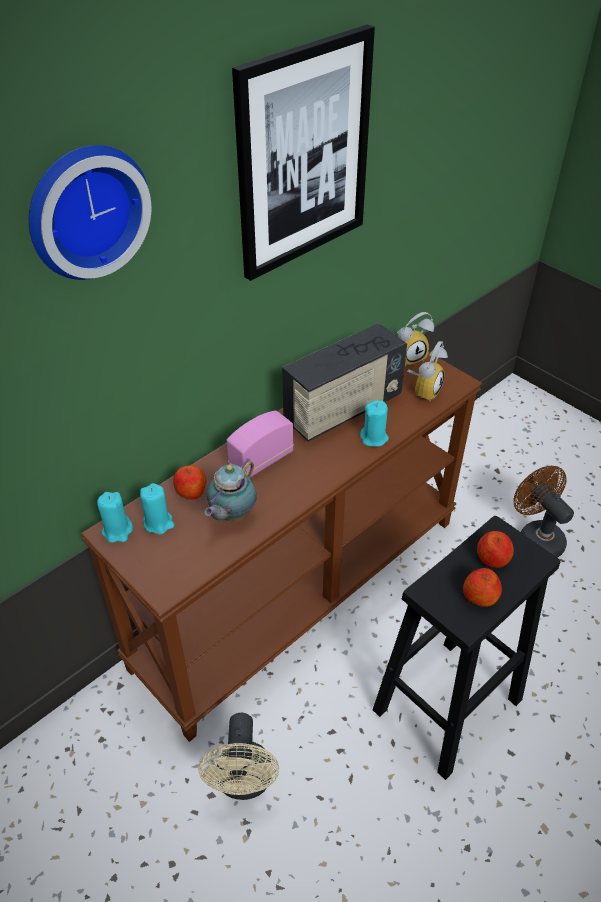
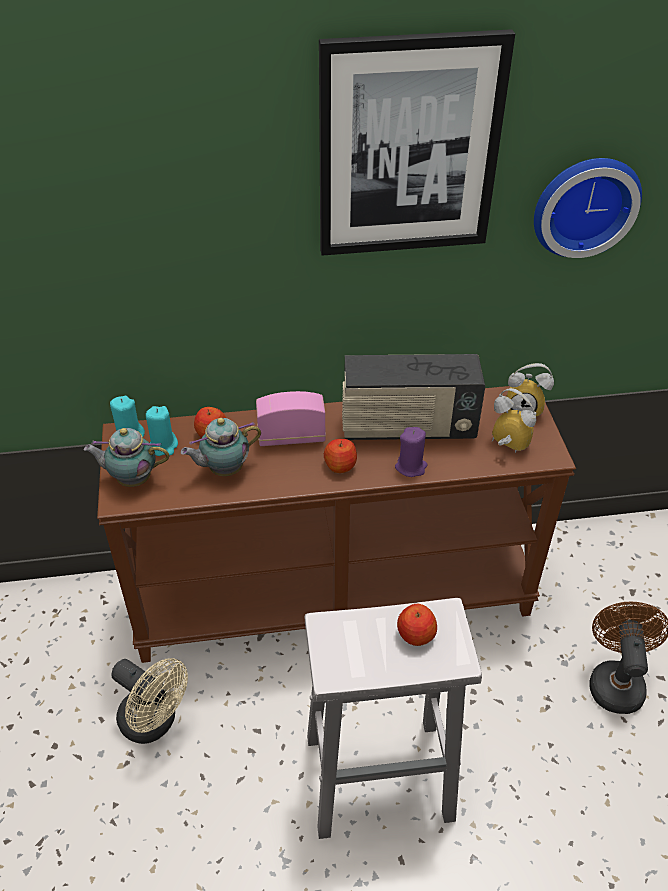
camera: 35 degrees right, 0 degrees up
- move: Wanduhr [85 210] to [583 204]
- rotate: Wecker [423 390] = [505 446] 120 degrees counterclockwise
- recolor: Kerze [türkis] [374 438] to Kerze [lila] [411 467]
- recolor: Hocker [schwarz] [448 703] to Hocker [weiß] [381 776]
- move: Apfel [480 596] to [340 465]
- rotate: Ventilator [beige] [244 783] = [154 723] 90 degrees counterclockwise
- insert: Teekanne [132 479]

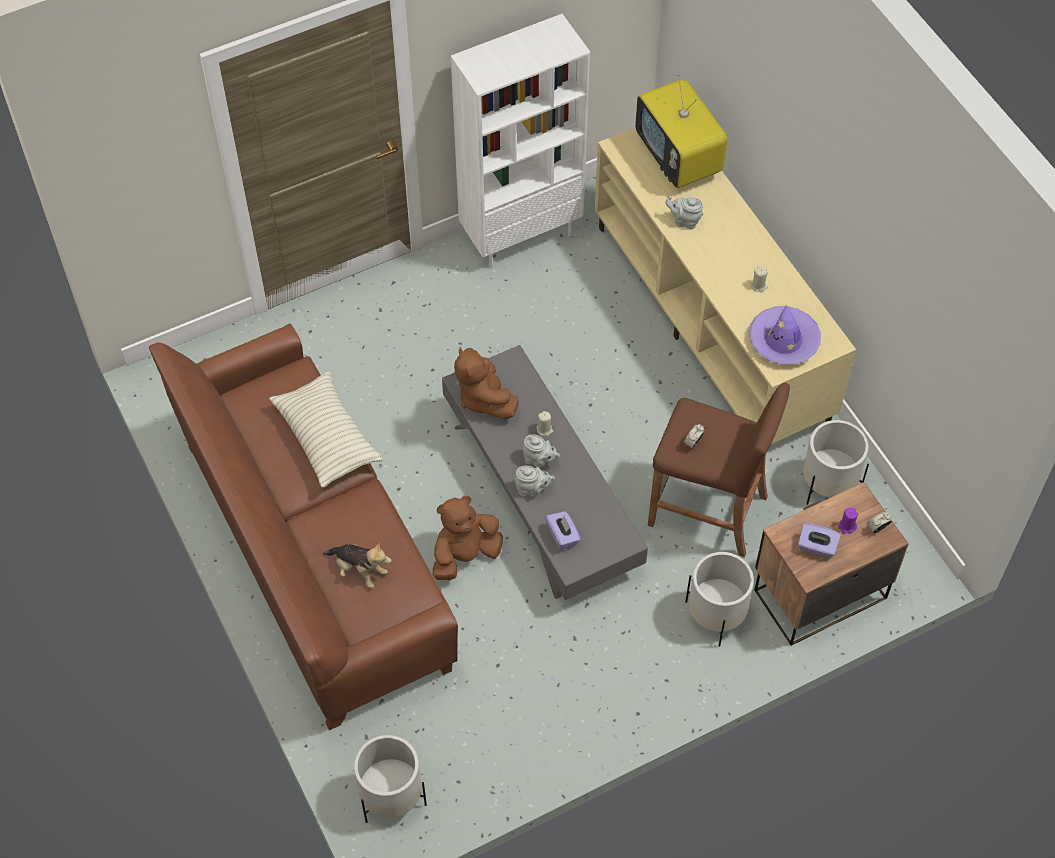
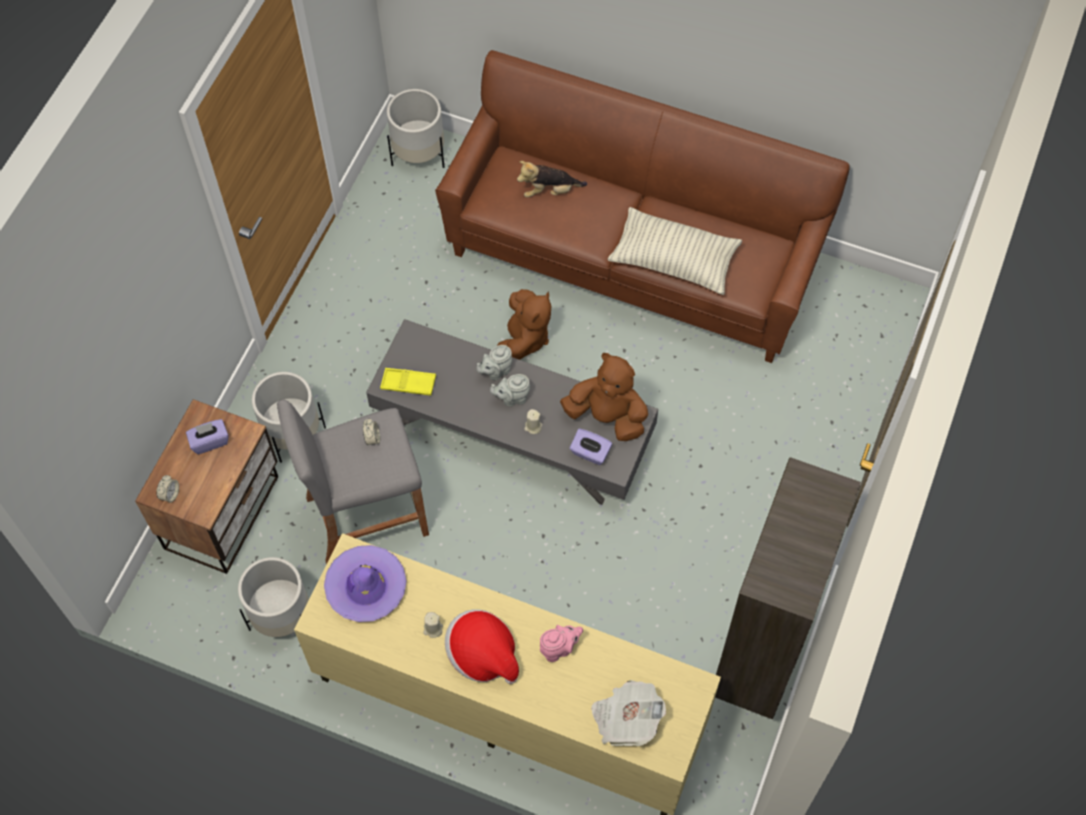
camera: 140 degrees right, 5 degrees up
- recolor: Bücherregal [weiß] [521 235] to Bücherregal [braun] [760 659]
- replace: Fernseher [679 159] to Zeitung [626 719]
- recolor: Teekanne [grau] [684 221] to Teekanne [rosa] [559 648]
- recolor: Hocker [braun] [707 510] to Hocker [grau] [367 515]
- delete: Kerze [lila] [847 526]
- move: Taschentuchbox [lila] [562 536] to [590 453]
- insert: Tablett [gelb] [408 384]
- insert: Hut [483 654]

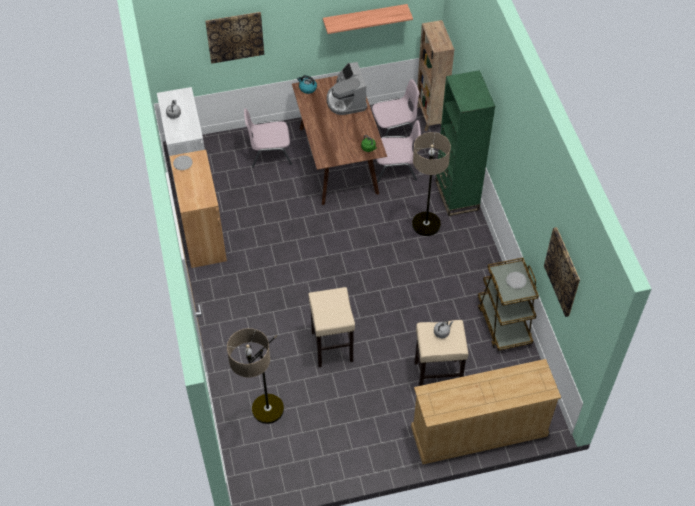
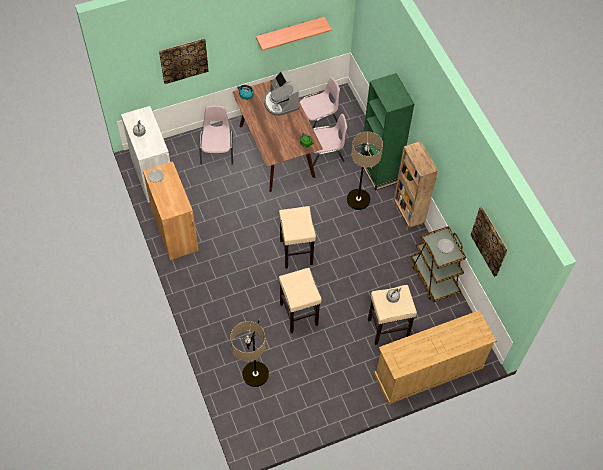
camera: 10 degrees left, 5 degrees up
- move: Bücherregal [braun] [430 117] to [408 216]
- rotate: Stuhl [rosa] [269 152] = [217 150] 105 degrees clockwise
- insert: Hocker [beige] [296 252]

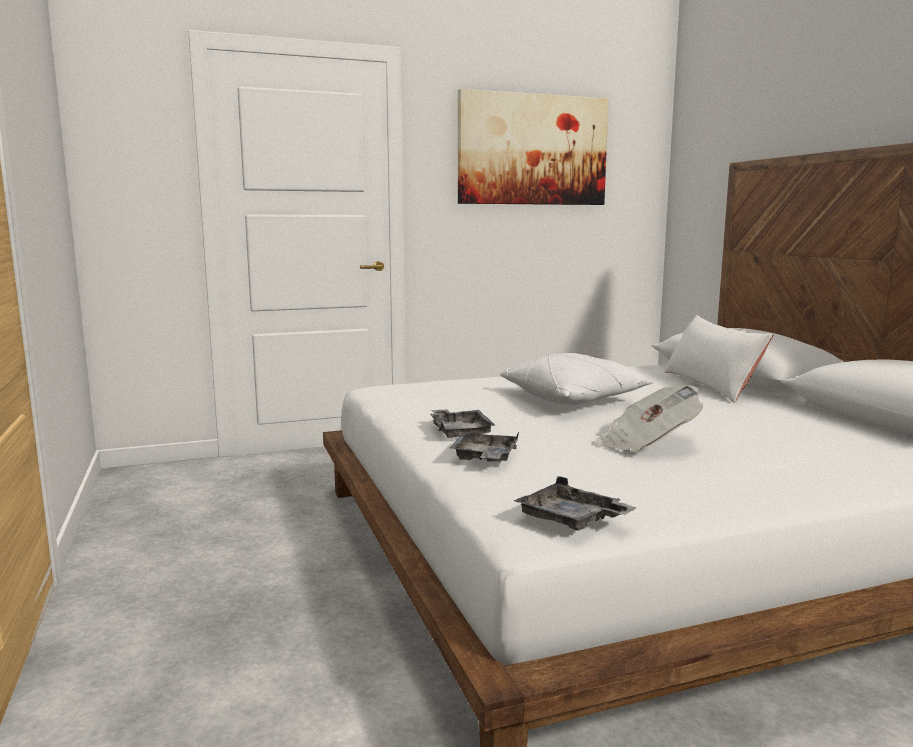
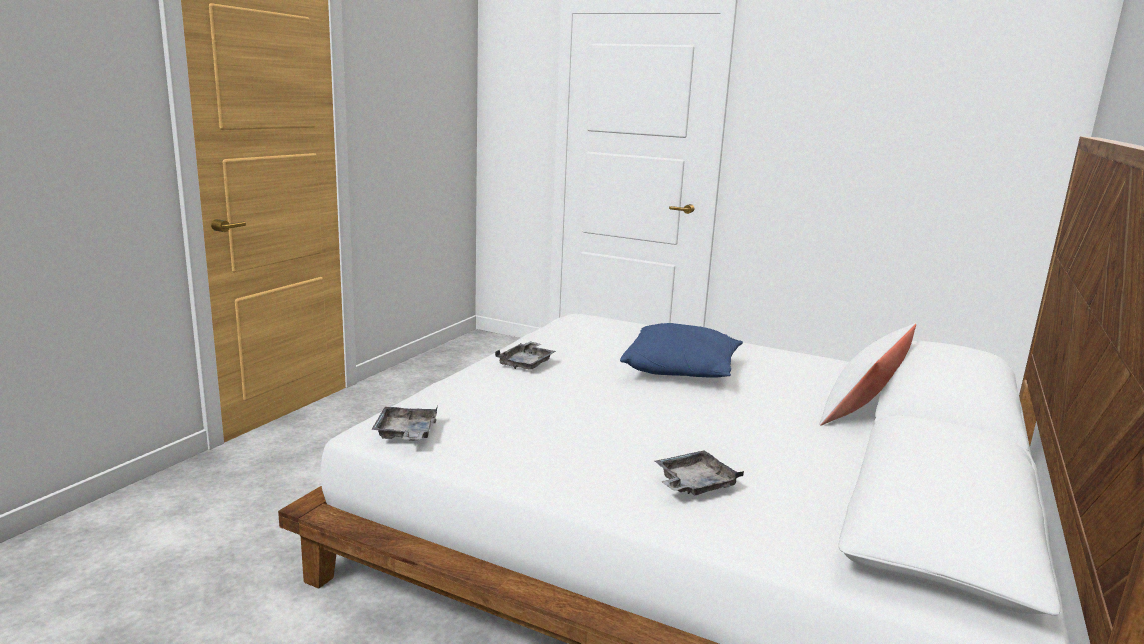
camera: 45 degrees right, 5 degrees up
- delete: Bild [533 150]
- recolor: Kissen [weiß] [574 398] to Kissen [blau] [681 370]
- delete: Zeitung [646 444]
- move: Tablett [grau] [484 458] to [694 484]

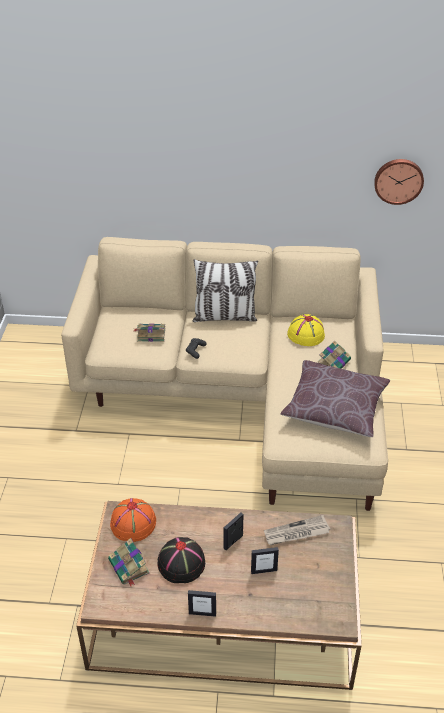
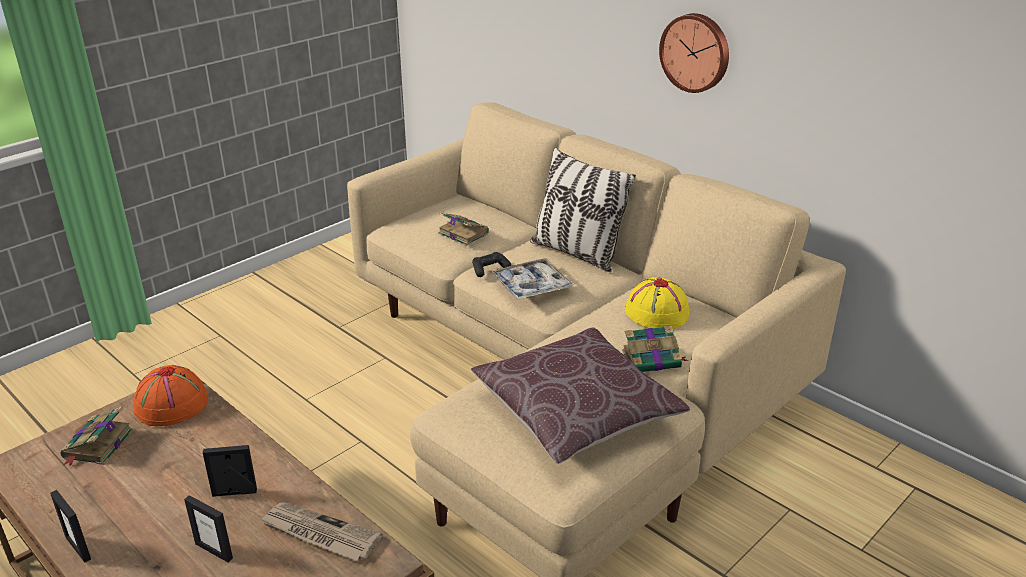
camera: 40 degrees right, 10 degrees down
- move: Wanduhr [398 180] to [696 52]
- delete: Hut [schwarz] [181 563]
- insert: Tablett [531 286]

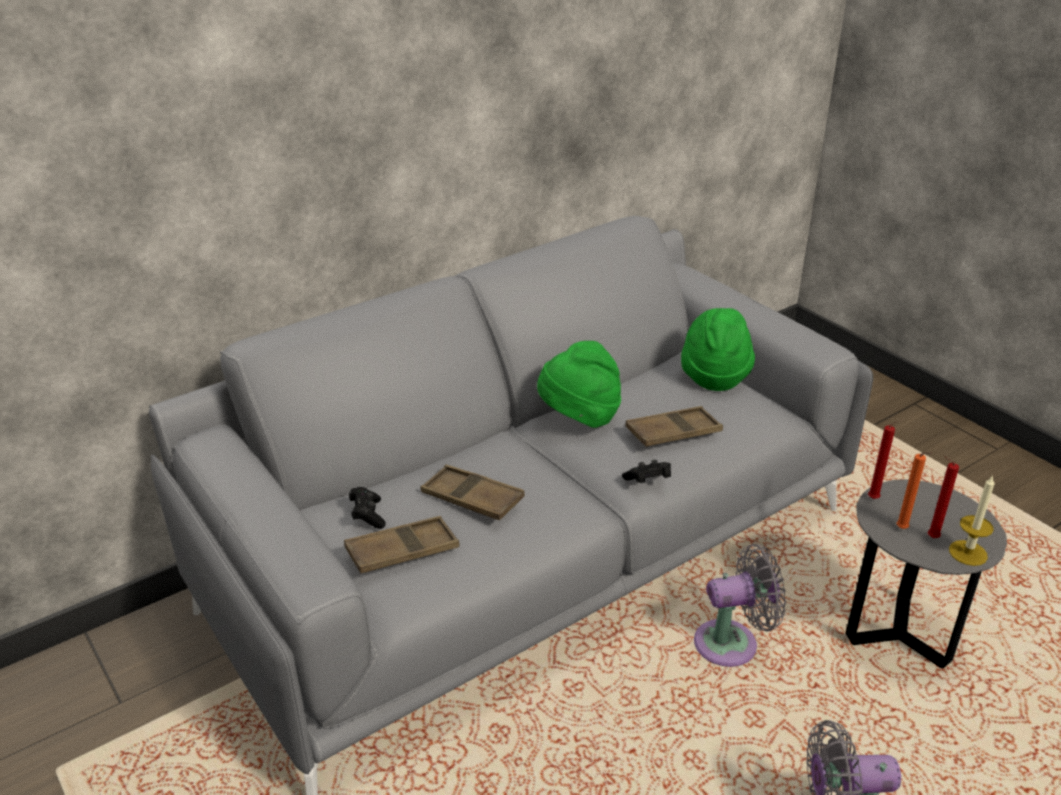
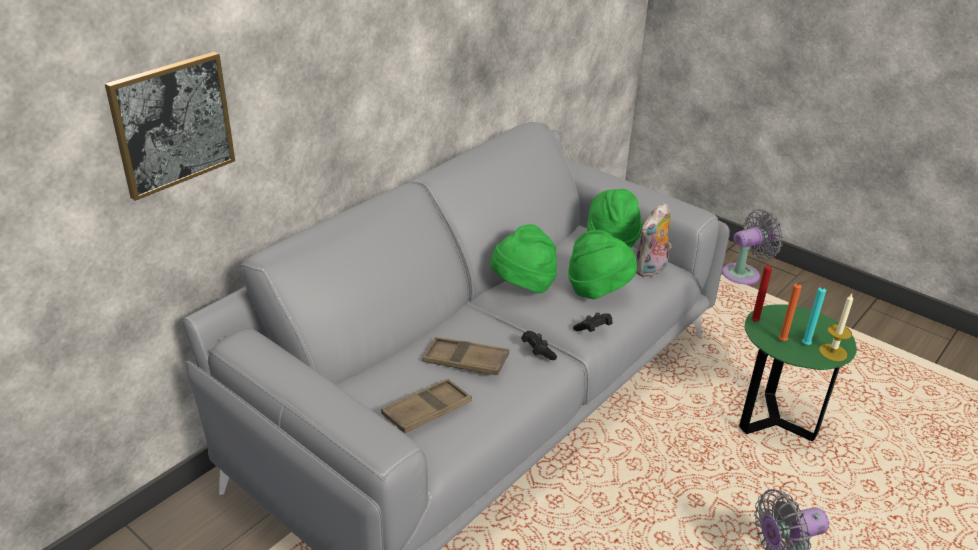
camera: 15 degrees left, 0 degrees up
- replace: Tablett [braun] [673 432] to Hut [grün] [598 290]
- recolor: Kerze [rot] [930 537] to Kerze [türkis] [804 345]
- recolor: Beistelltisch [grau] [899 636] to Beistelltisch [grün] [775 422]
- move: Gamepad [schwarz] [367 515] to [537 352]
- move: Ventilator [grau] [732 643] to [744 274]
- insert: Bild [172 124]
- insert: Plüschtier [651 270]

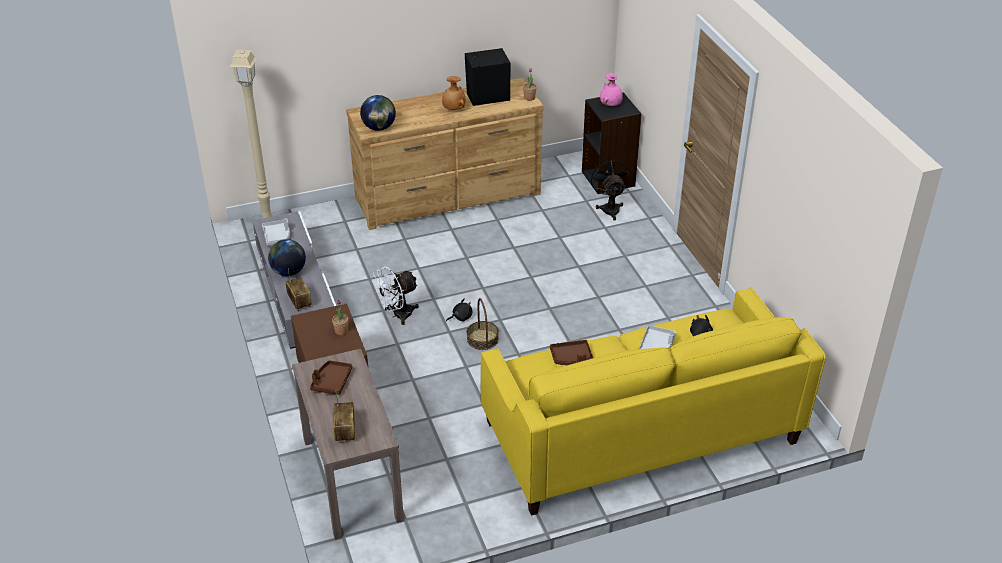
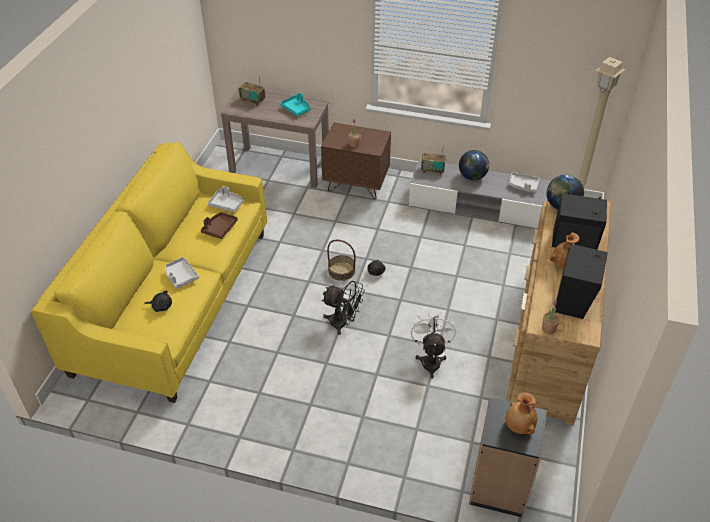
camera: 125 degrees right, 5 degrees up
- recolor: Vase [rosa] [611 105] to Vase [braun] [519 426]
- move: Ventilator [schwarz] [609 208] to [343 323]
- move: Ventilator [weiß] [397 315] to [430 360]
- recolor: Tablett [braun] [331 382] to Tablett [türkis] [296 109]
- insert: Tablett [grau] [226 204]
- insert: Lautsprecher [schwarz] [575 243]

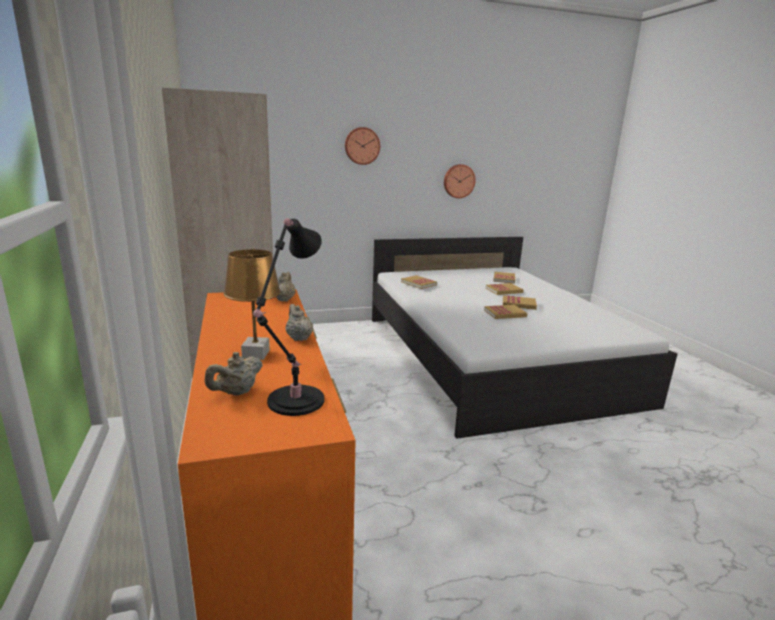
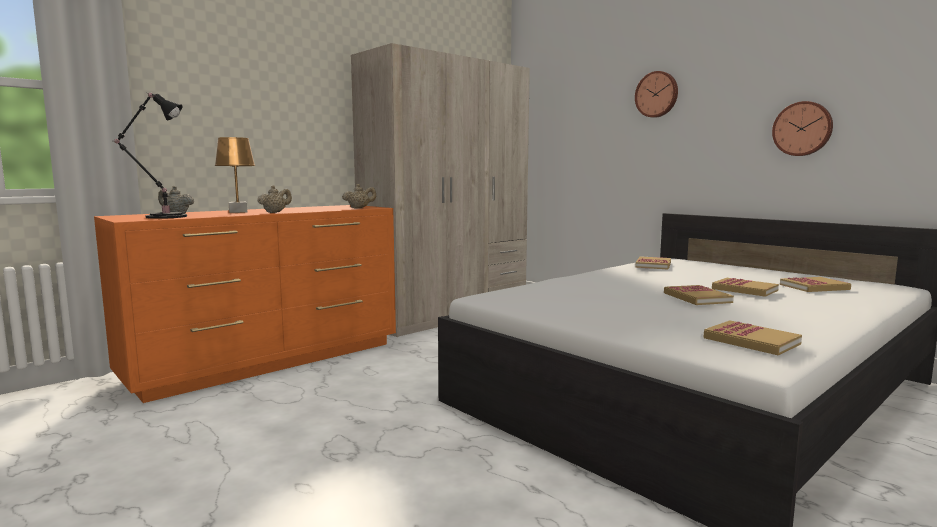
camera: 65 degrees right, 10 degrees down
- move: Buch [505 313] to [751 341]

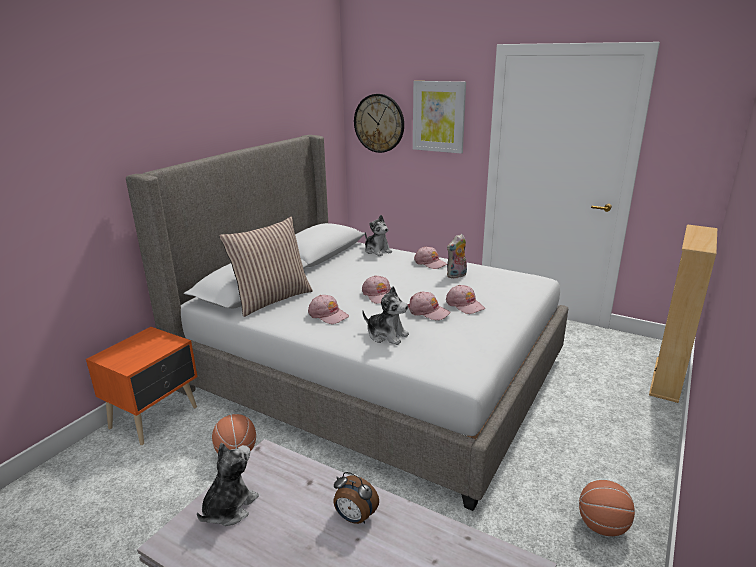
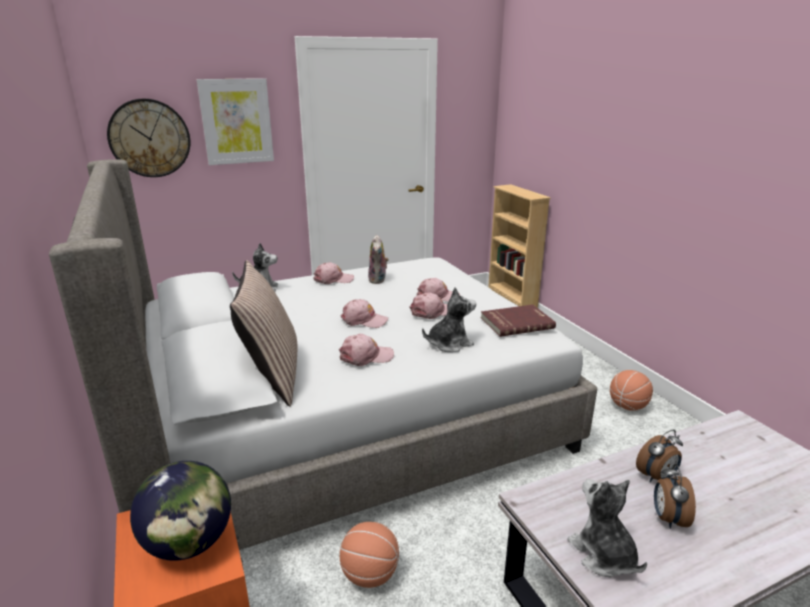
camera: 55 degrees left, 0 degrees up
- insert: Buch [rot] [516 322]
- insert: Globus [189 544]
- insert: Wecker [667 518]

